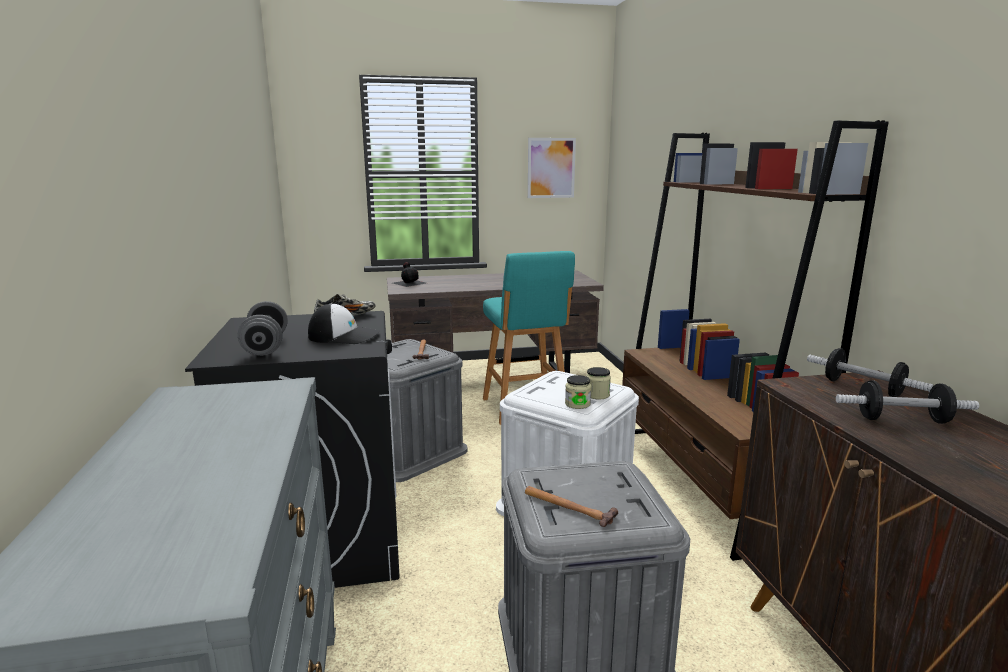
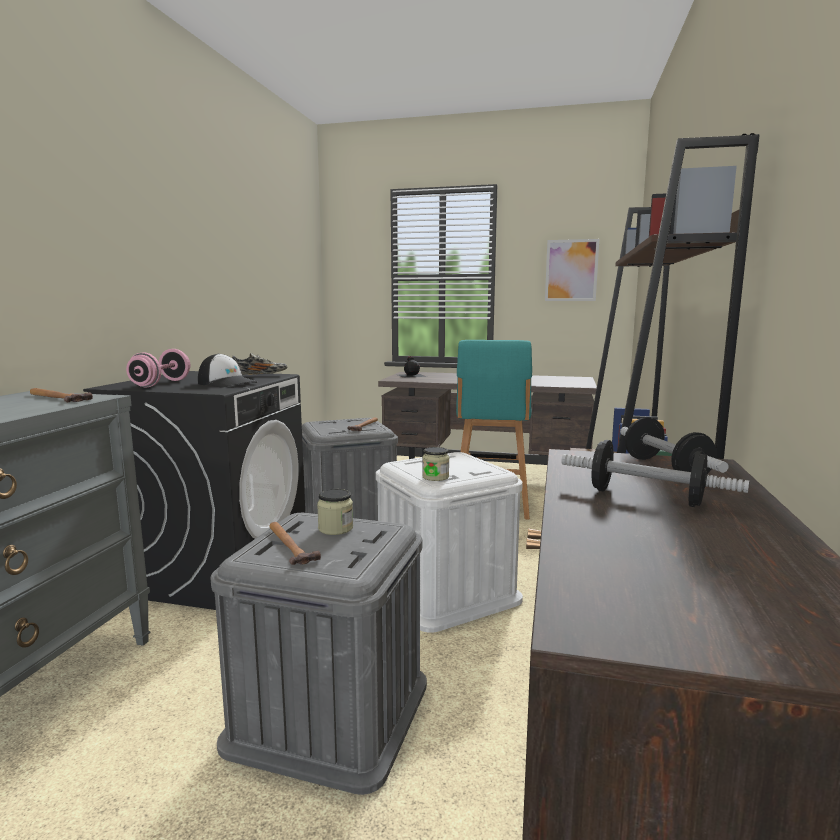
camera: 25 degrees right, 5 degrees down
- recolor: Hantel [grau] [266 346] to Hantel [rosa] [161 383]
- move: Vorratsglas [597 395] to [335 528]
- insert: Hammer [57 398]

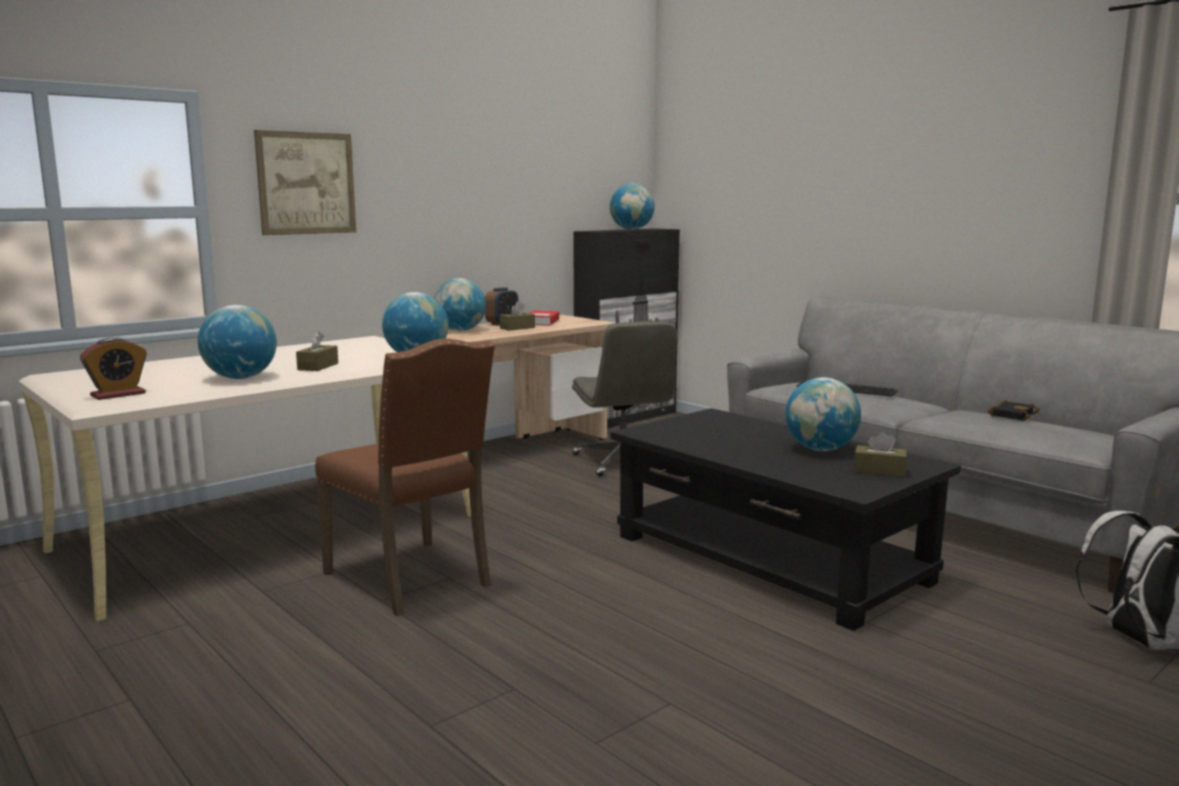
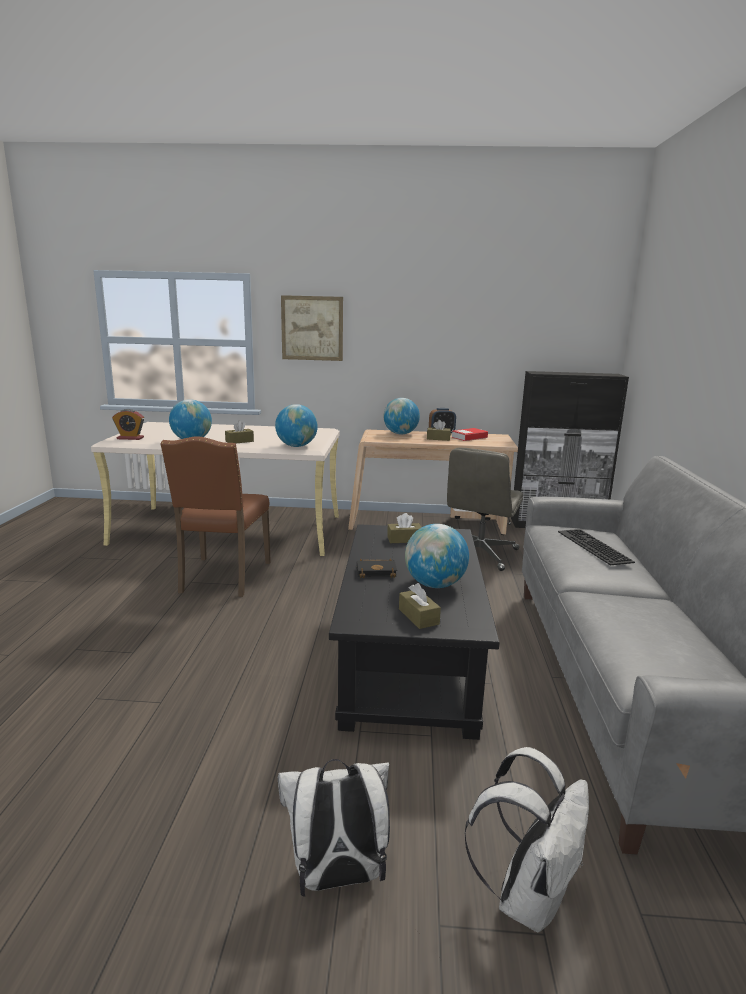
camera: 45 degrees right, 5 degrees up
- delete: Globus [632 229]
- move: Buch [schwarz] [1011 414] to [377 571]
- insert: Taschentuchbox [braun] [404 539]
- insert: Rucksack [weiß] [336 877]

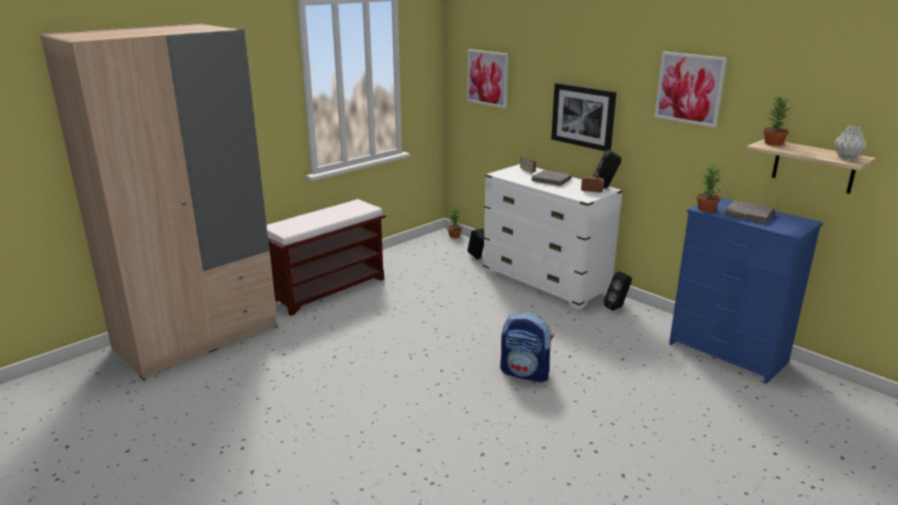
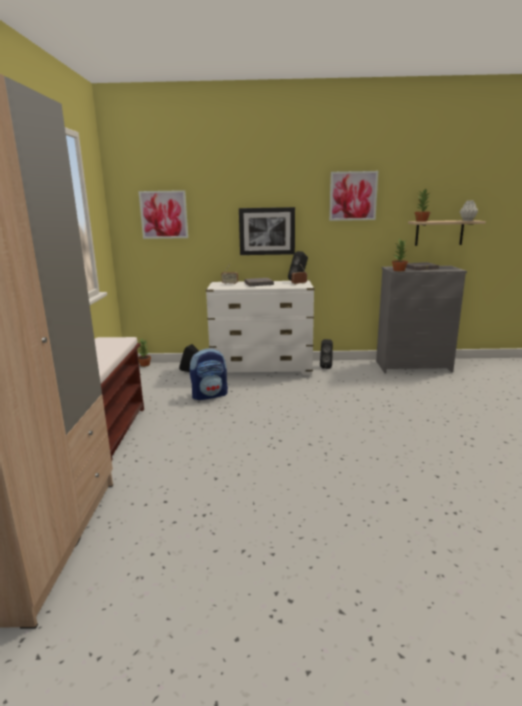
camera: 45 degrees left, 5 degrees down
- recolor: Kommode [blau] [728 354] to Kommode [grau] [414 366]
- move: Rucksack [525 373] to [210 395]

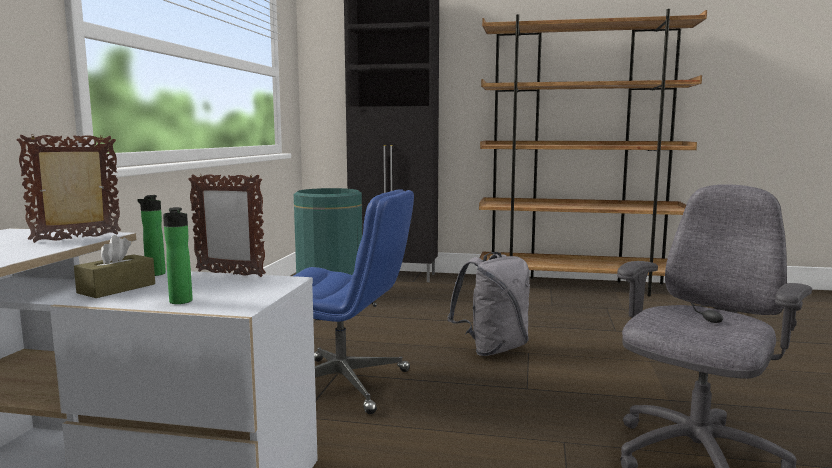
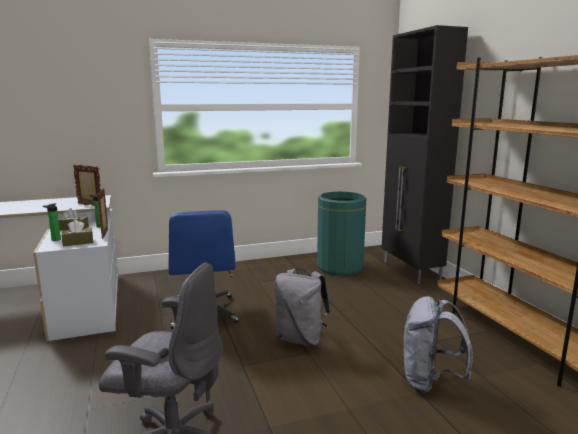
camera: 60 degrees right, 5 degrees up
- insert: Taschentuchbox [braun] [78 242]
- insert: Rucksack [grau] [430 381]

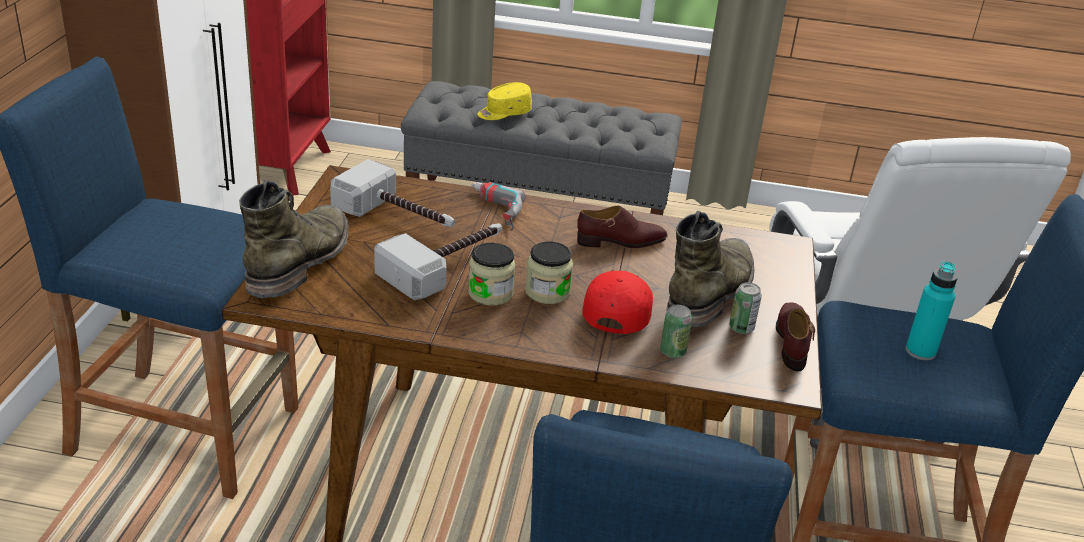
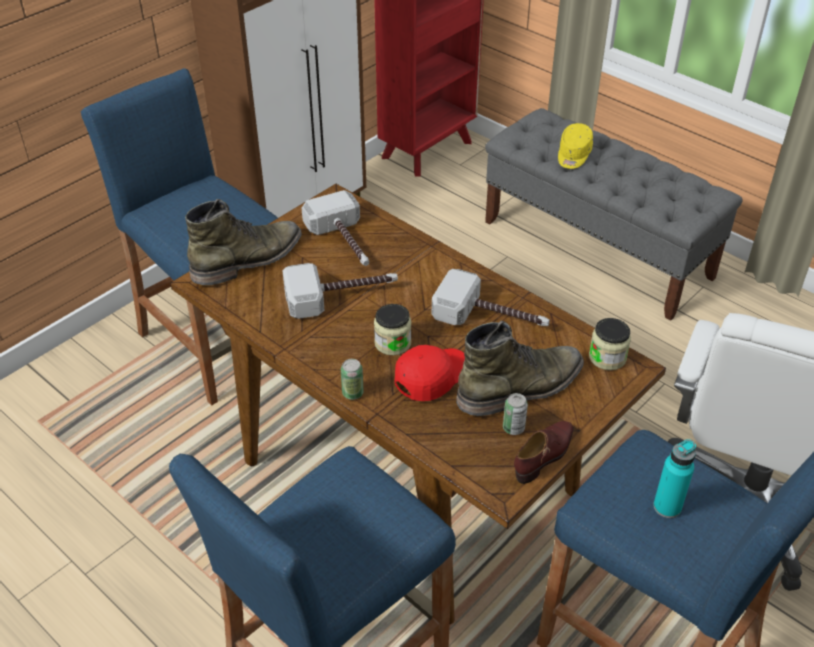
camera: 35 degrees right, 10 degrees up
- rotate: Kappe [gelb] [504 113] = [573 155] 75 degrees counterclockwise
- delete: Bohrmaschine [492 211]
- replace: Schuh [braun] [621 241] to Hammer [492 317]
- move: Vorratsglas [490 293] to [607 358]
- move: Dose [672 352] to [352 393]

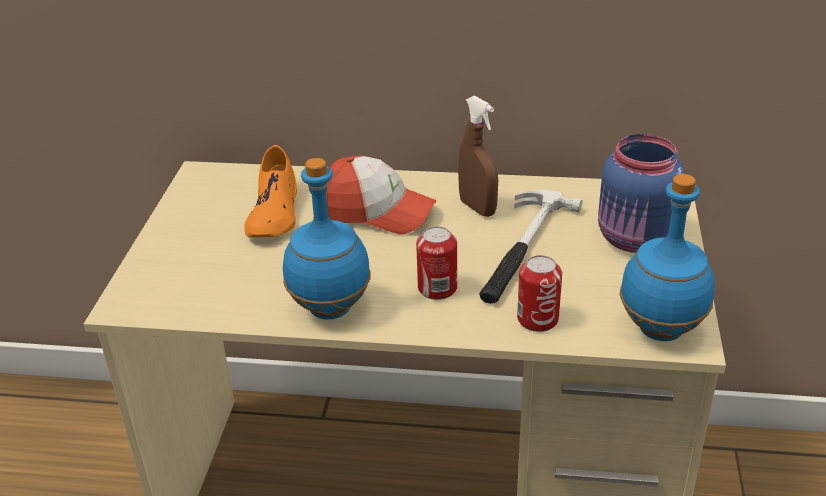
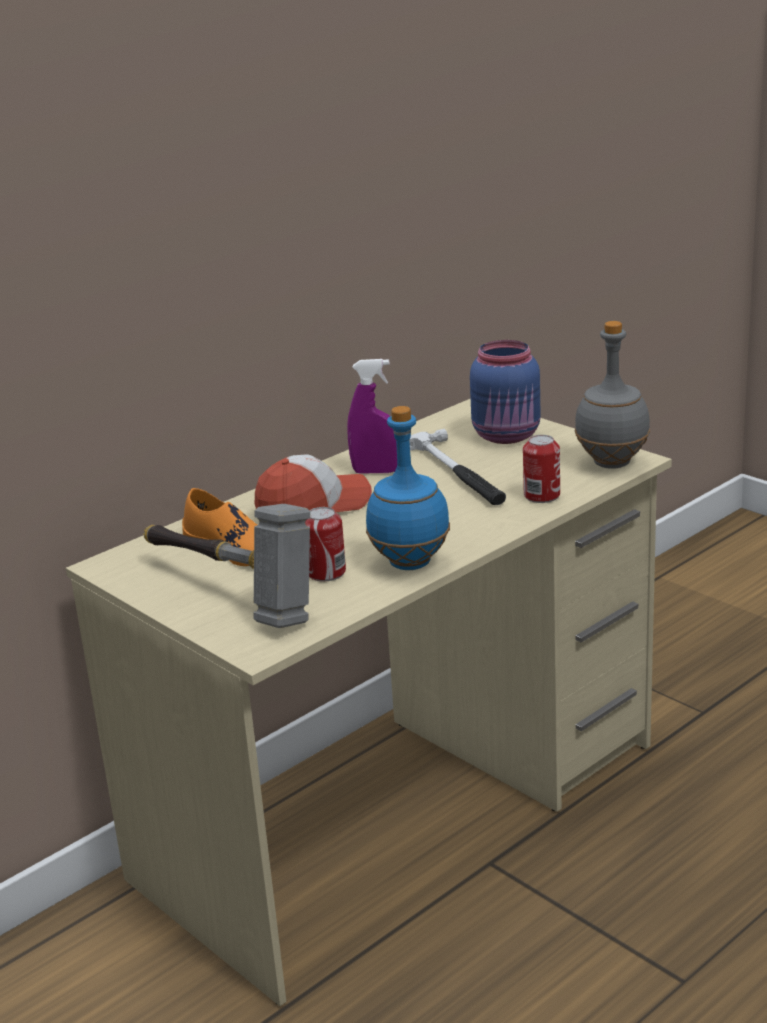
camera: 50 degrees left, 10 degrees down
- recolor: Sprühflasche [braun] [477 208] to Sprühflasche [lila] [376 471]
- recolor: Flasche [blau] [659 329] to Flasche [grau] [611 463]
- move: Dose [437 288] to [326 572]
- insert: Hammer [230 595]

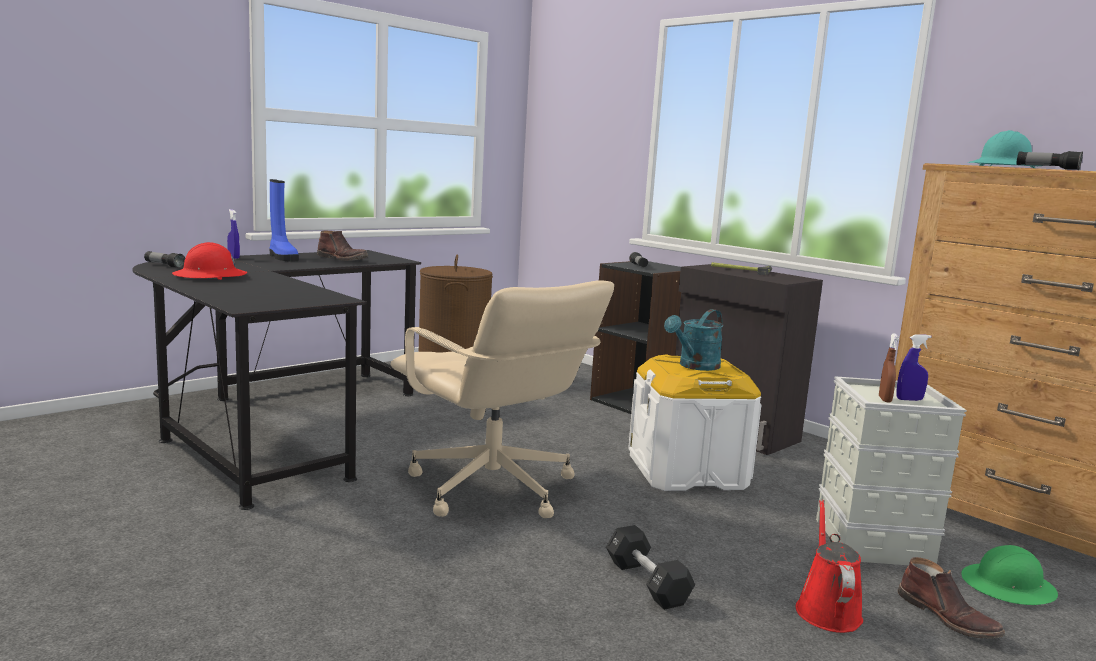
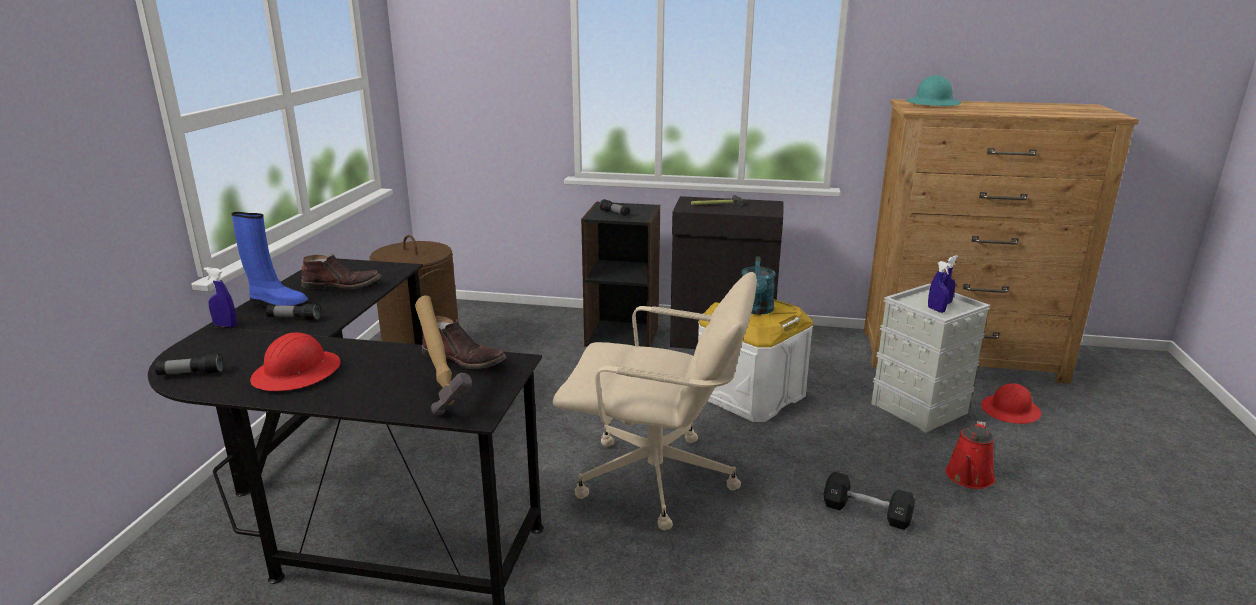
camera: 35 degrees left, 10 degrees up
- move: Taschenlampe [1047 168] to [294 319]
- recolor: Sprühflasche [braun] [885 399] to Sprühflasche [blau] [936 310]
- rotate: Gießkanne [rot] [826 610] = [969 478] 120 degrees counterclockwise
- recolor: Schutzhelm [grün] [1008 587] to Schutzhelm [rot] [1010 411]
- move: Stiefel [braun] [948 617] to [465 359]
- insert: Hammer [447 396]

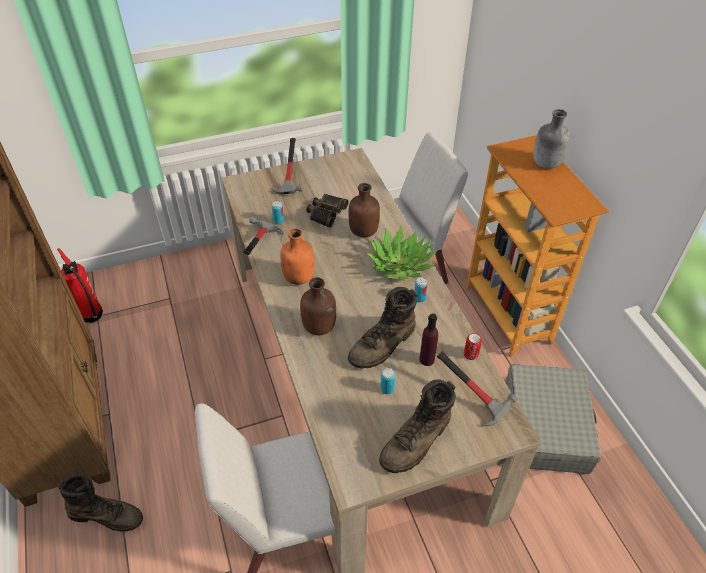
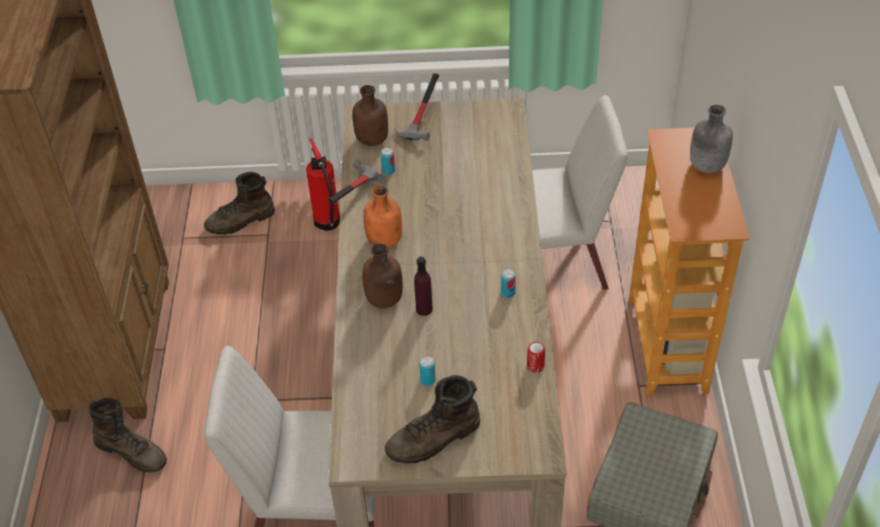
camera: 20 degrees right, 0 degrees up
- move: Flasche [braun] [364 231] to [373 139]
- delete: Fernglas [326 212]
- delete: Topfpflanze [400 264]
- move: Feuerlöscher [92 316] to [327 223]
- move: Stiefel [braun] [383 345] to [241 221]
- move: Flasche [lila] [427 359] to [424 309]
- delete: Hammer [475 397]

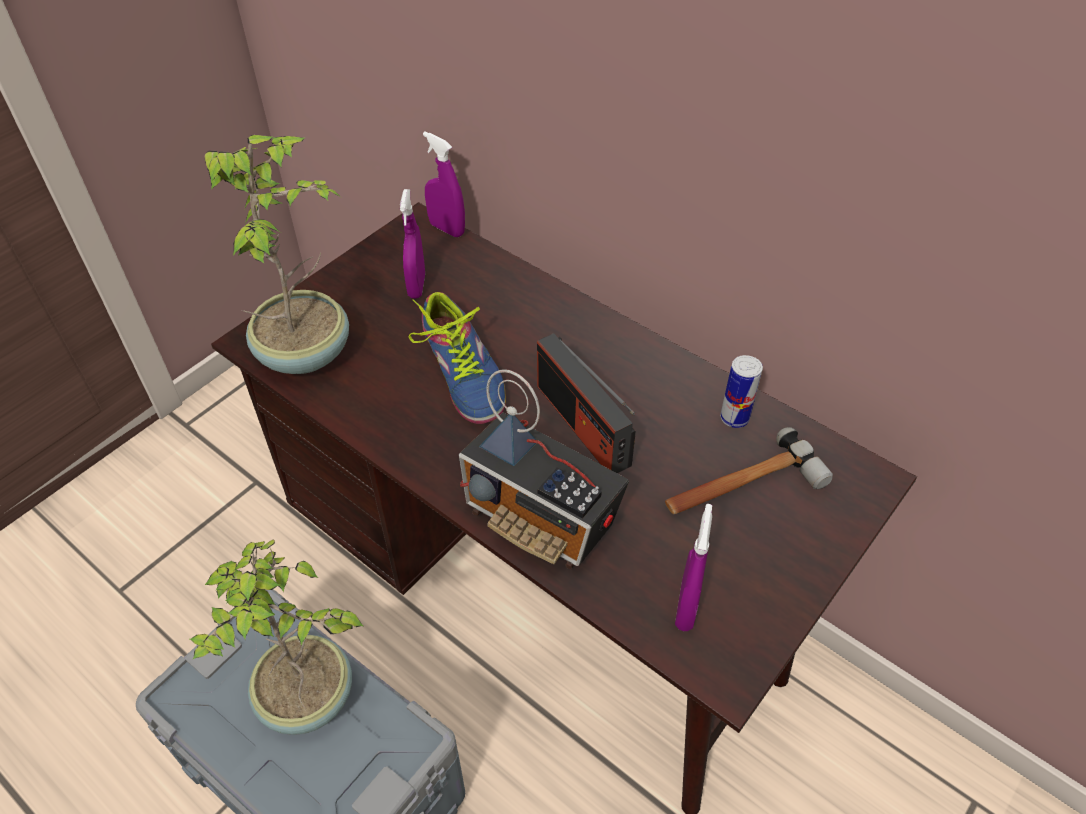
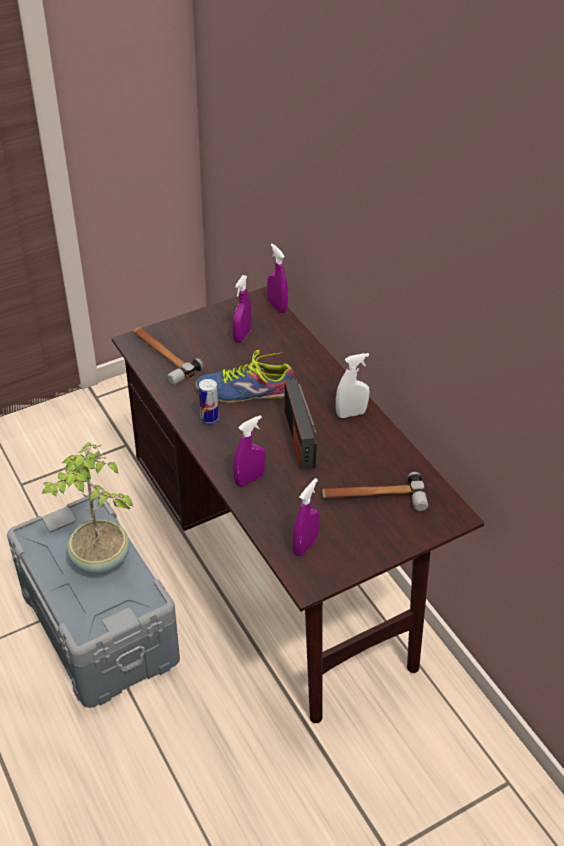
camera: 20 degrees right, 5 degrees down
- replace: Topfpflanze [306 352] to Hammer [162 356]
- rotate: Schuh [464 372] = [245 391] 90 degrees clockwise
- move: Dose [734 418] to [209 419]
- replace: Radio [541 519] to Sprühflasche [lila] [249 479]
- insert: Sprühflasche [weiß] [351 414]

